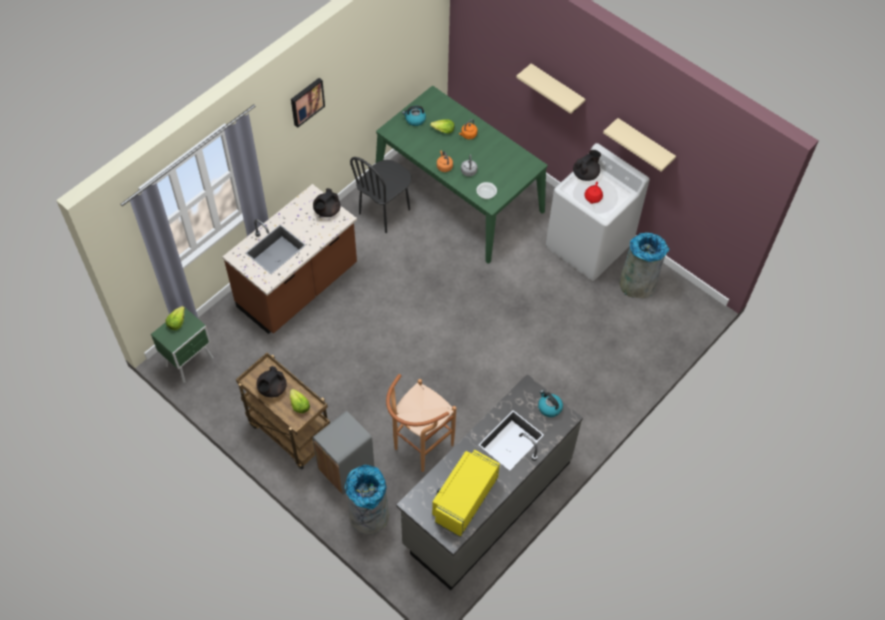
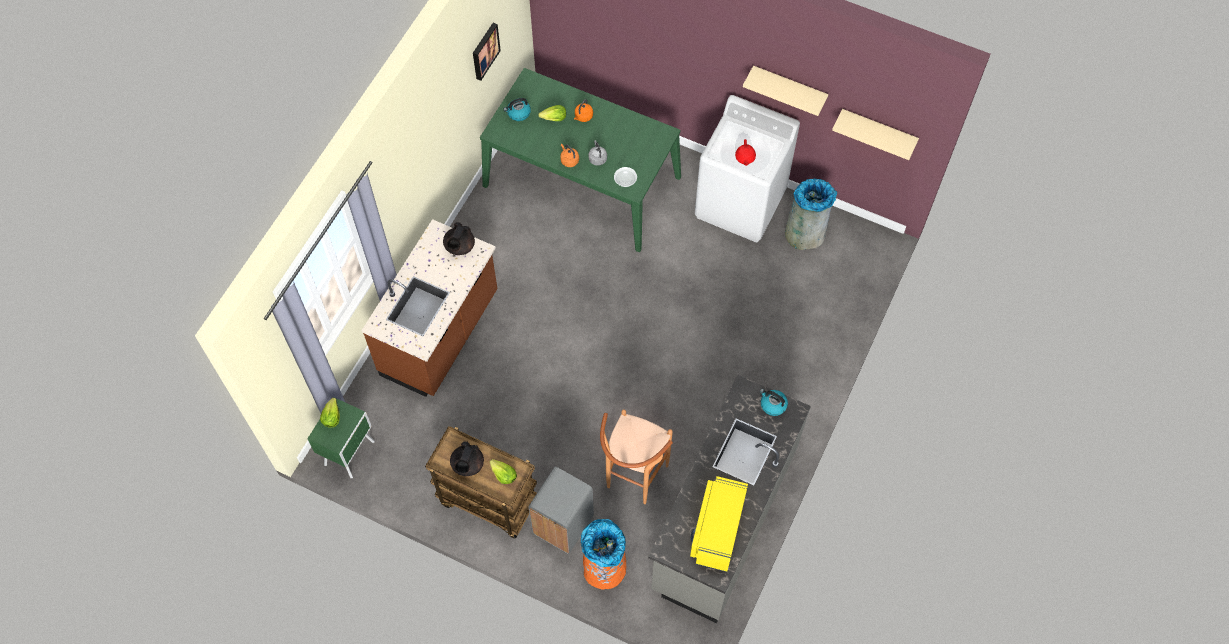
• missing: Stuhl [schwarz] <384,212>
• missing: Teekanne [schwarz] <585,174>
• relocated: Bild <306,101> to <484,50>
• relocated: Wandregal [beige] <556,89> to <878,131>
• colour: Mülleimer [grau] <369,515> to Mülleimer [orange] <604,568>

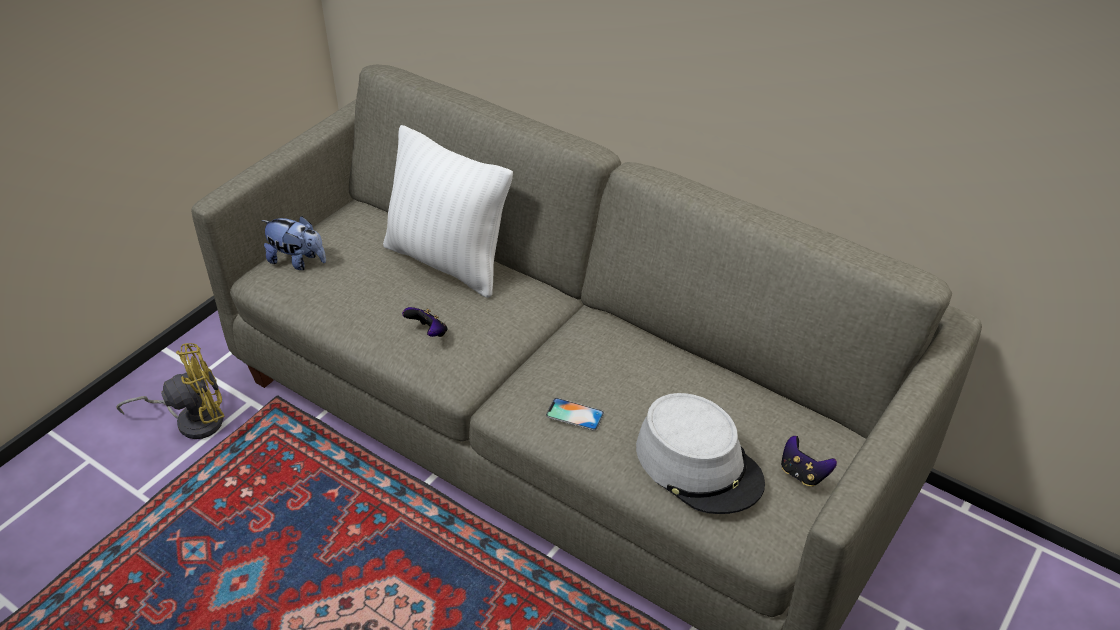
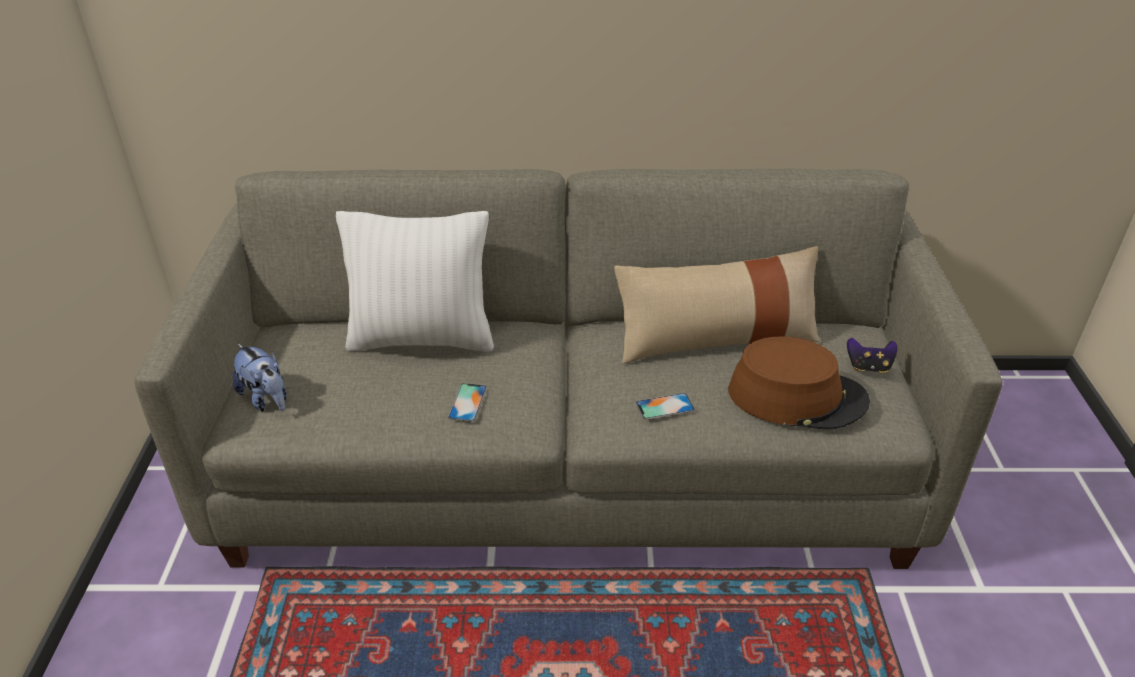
• missing: Ventilator [gelb] <192,420>
• appeared: Kissen [beige] <716,338>
• exchanged: Gamepad <428,333> to Handy <468,402>
• colour: Hut [grau] <699,465> to Hut [braun] <797,396>
• spun: Plüschtier <298,261> = <266,399> 60 degrees clockwise

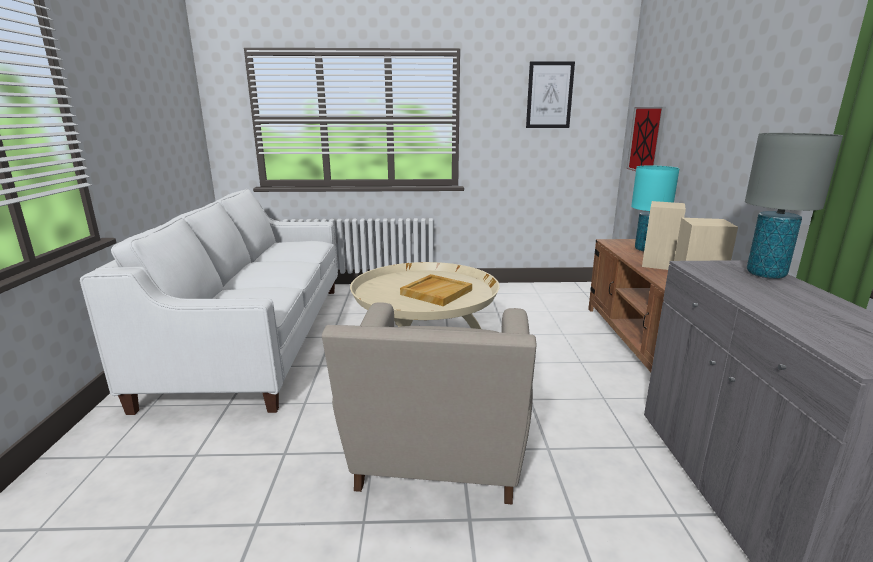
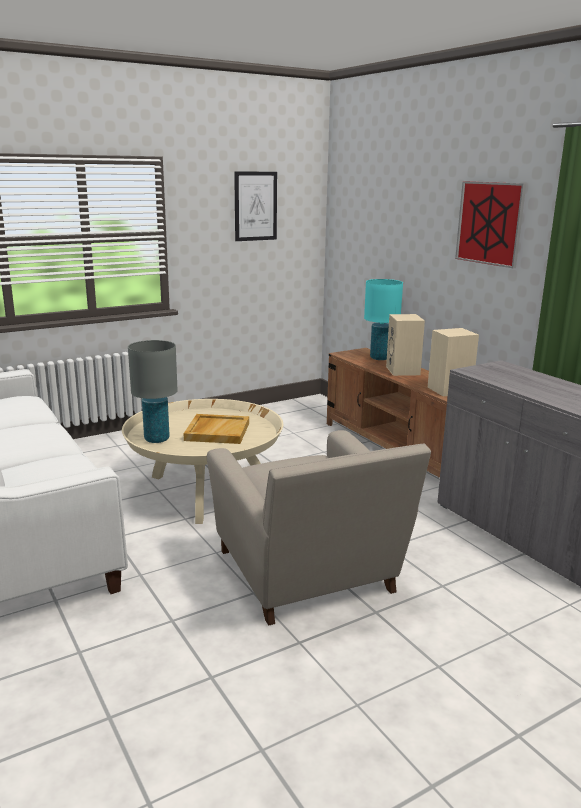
• relocated: Bild <646,140> to <490,223>
• relocated: Tischlampe [grau] <765,274> to <157,439>

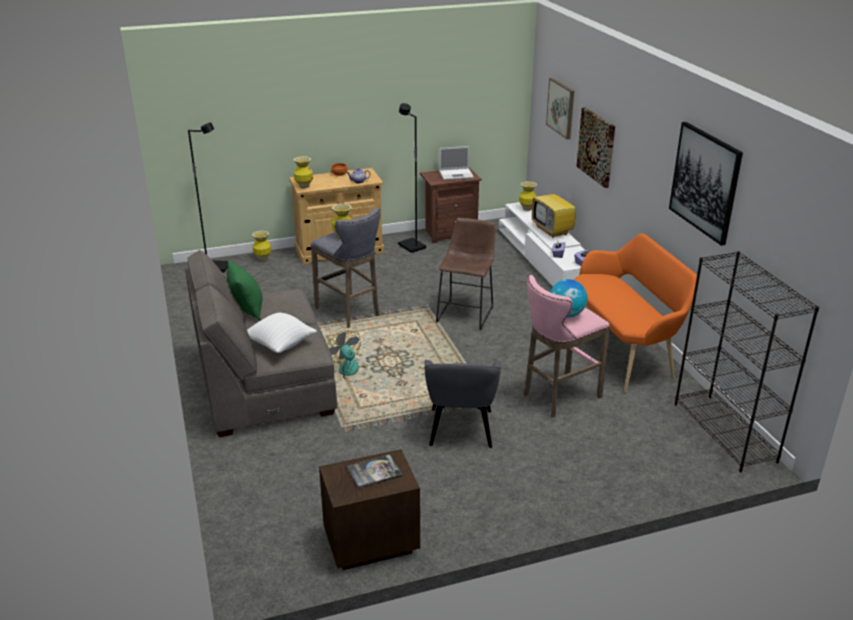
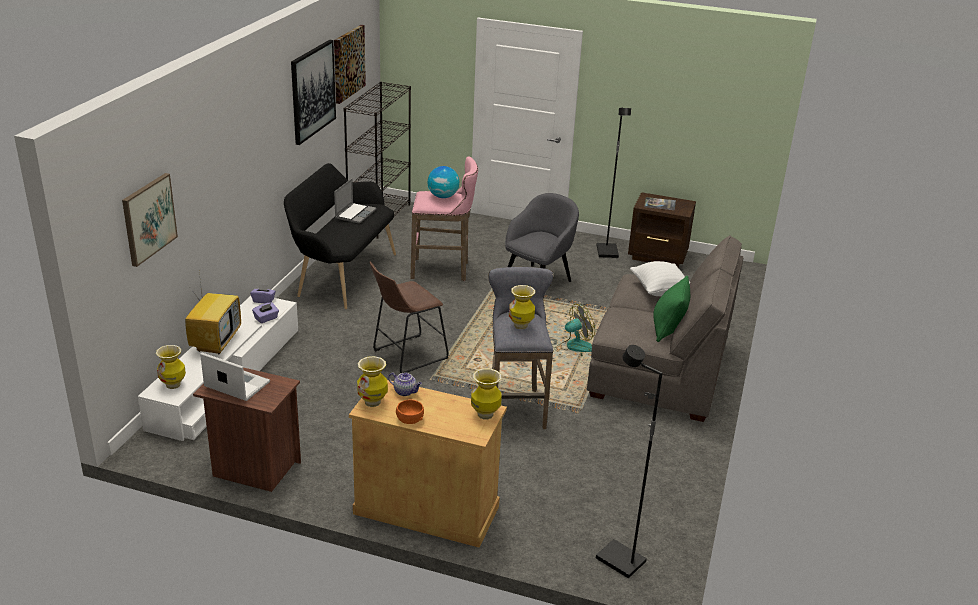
• appeared: Laptop <355,214>
• relocated: Vase <262,259> to <372,402>
• relocated: Stehlampe [schwarz] <411,246> to <608,252>
• relocated: Bild <596,147> to <348,63>
• colour: Bank [orange] <623,351> to Bank [schwarz] <342,275>
• spun: Ventilator <352,372> = <574,348> 120 degrees counterclockwise

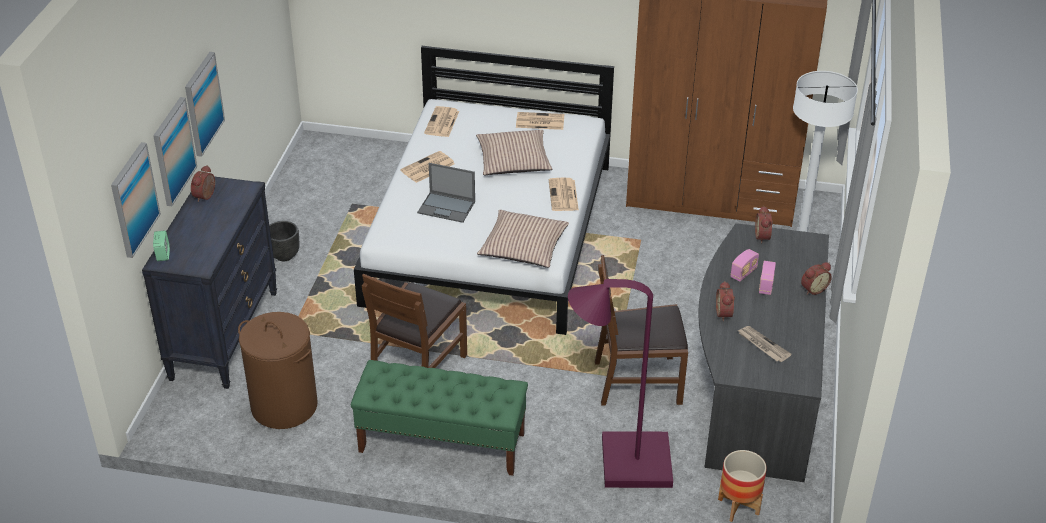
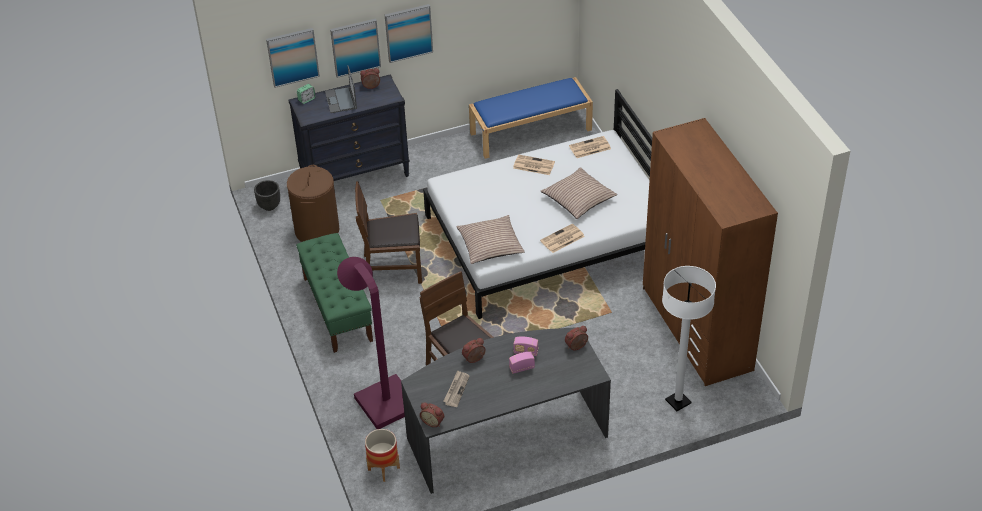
• missing: Zeitung <539,121>
• appeared: Bank [blau] <531,131>
• relocated: Pflanzkübel [schwarz] <284,255> to <269,206>
• relocated: Laptop <447,207> to <341,100>
• relocated: Wecker <813,289> to <433,421>

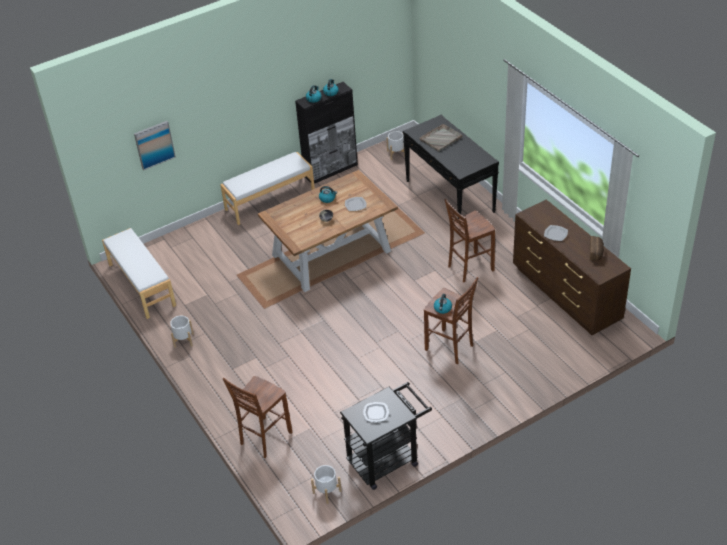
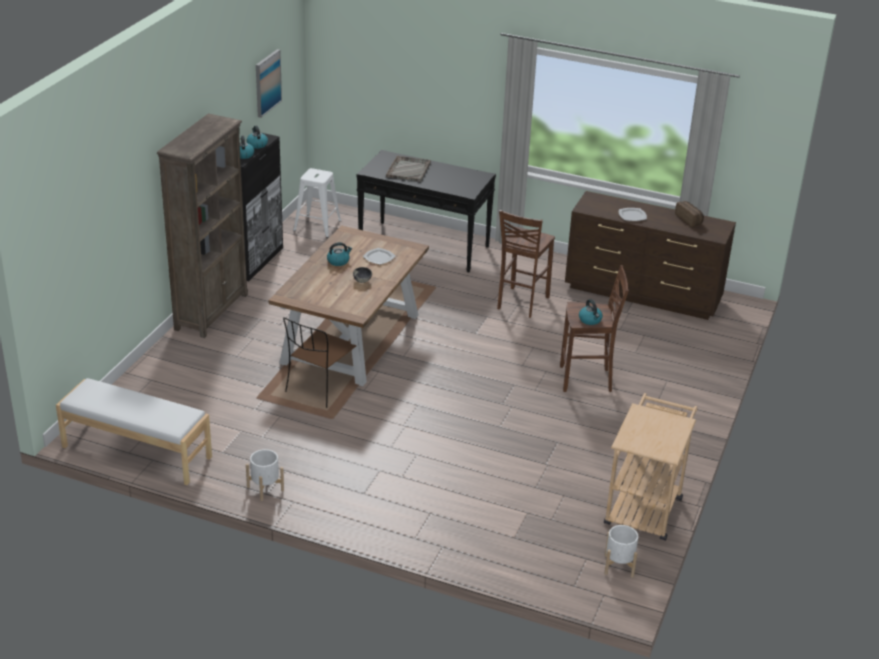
• missing: Hocker [braun] <264,438>
• missing: Teller <376,413>
• appeared: Stuhl [braun] <320,387>
• relocated: Bild <154,145> to <267,83>
• exchanged: Bank [weiß] <269,200> to Bücherregal [braun] <212,311>
• exchanged: Pflanzkübel [weiß] <396,154> to Hocker [weiß] <317,225>
• colour: Rollwagen [schwarz] <388,459> to Rollwagen [beige] <645,506>

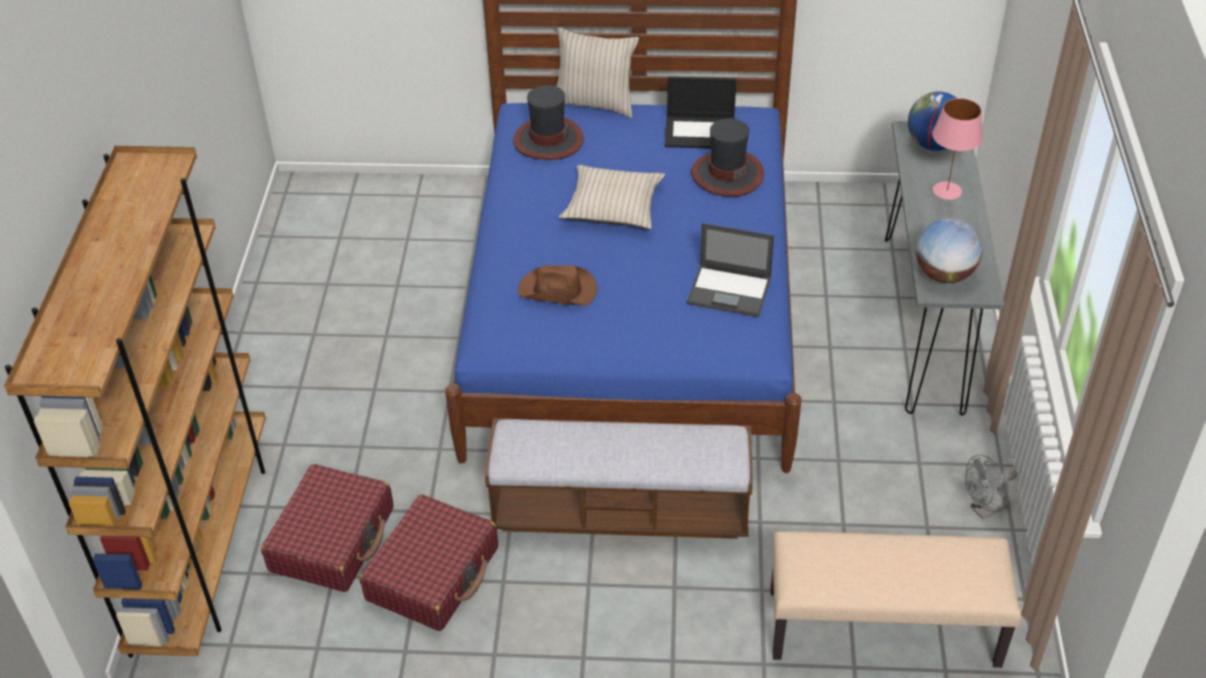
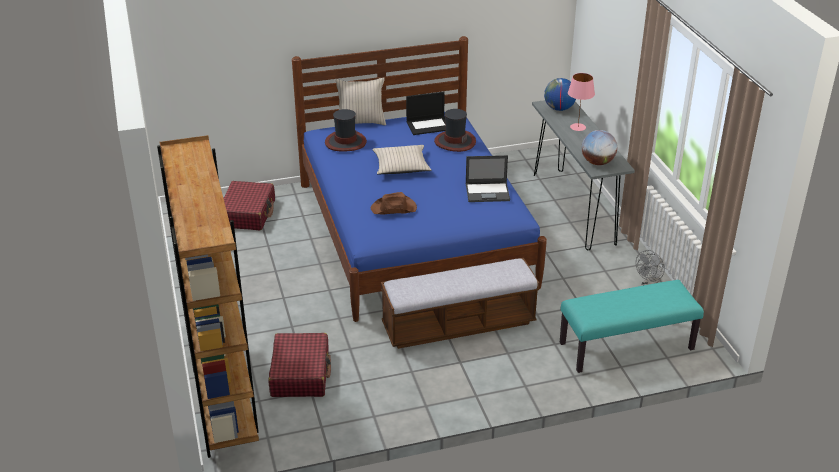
• relocated: Koffer [rot] <433,574> to <247,214>
• colour: Bank [beige] <882,629> to Bank [türkis] <626,347>

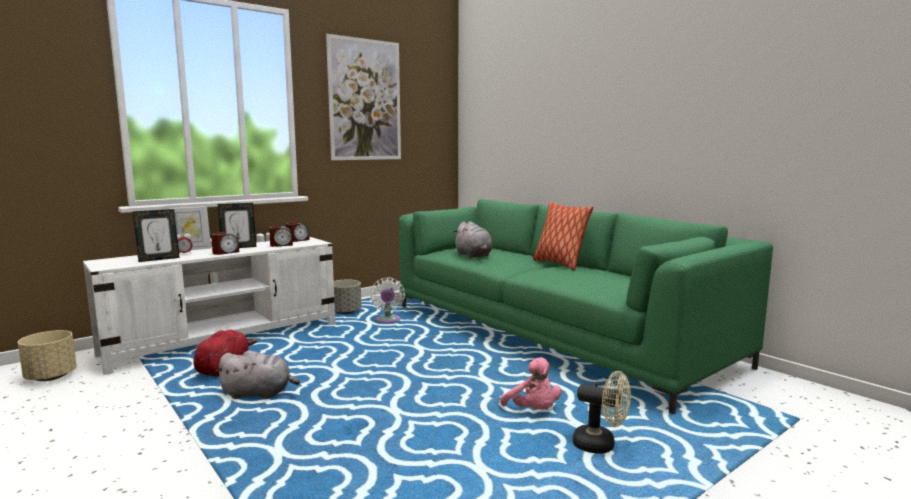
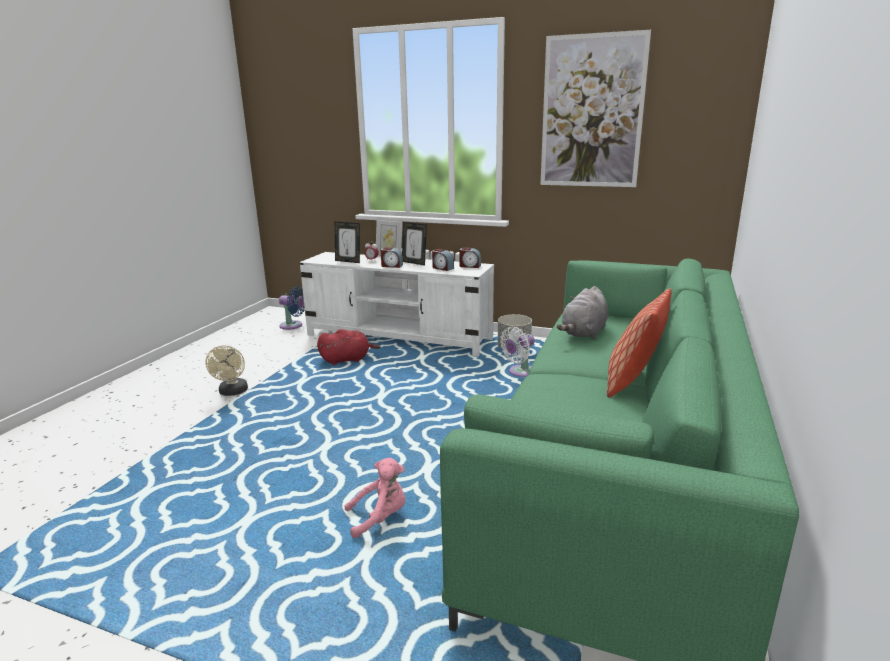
• missing: Plüschtier [grau] <259,394>
• relocated: Ventilator [beige] <601,445> to <232,392>
• exchanged: Pflanzkübel [beige] <50,377> to Ventilator [blau] <293,326>
• spun: Plüschtier [rosa] <533,411> = <380,518> 135 degrees counterclockwise

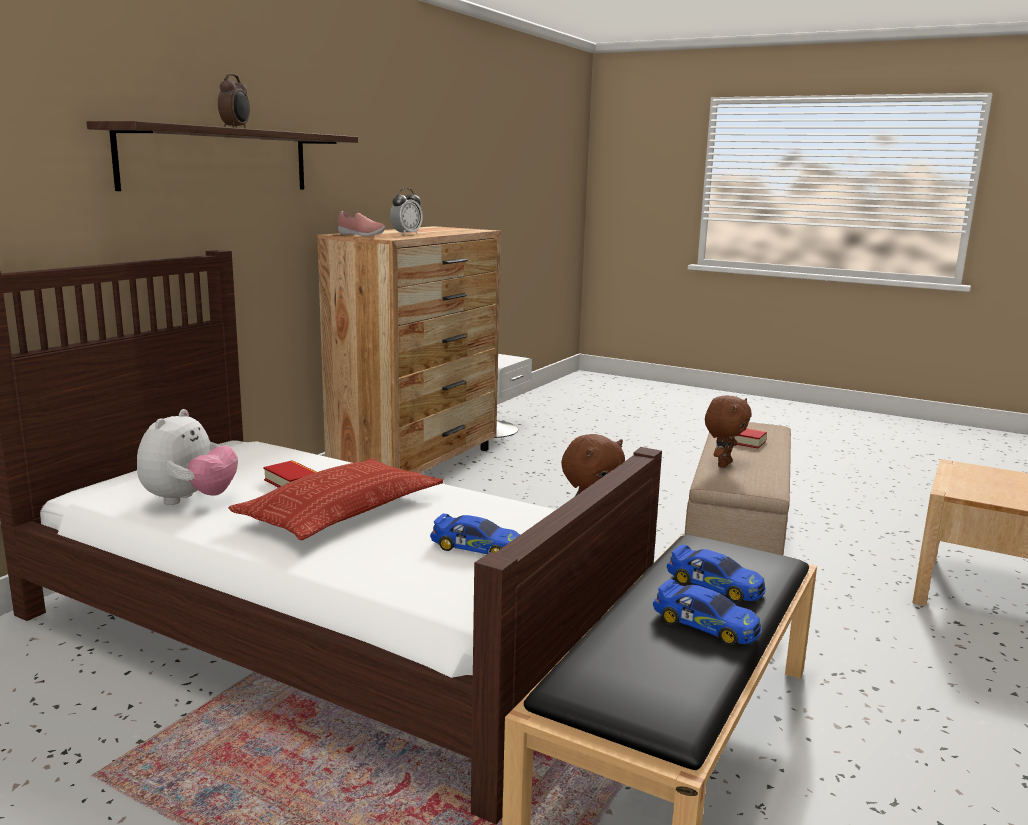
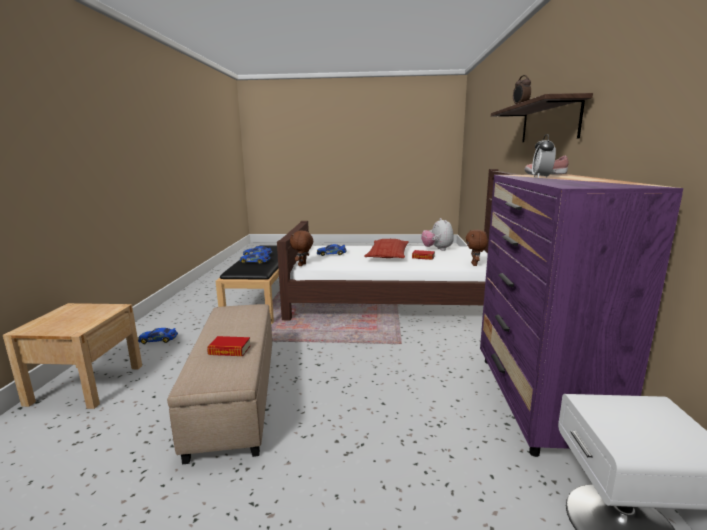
• appeared: Spielzeugauto <158,339>
• relocated: Plüschtier [braun] <723,464> to <475,264>
• colour: Kommode [braun] <417,464> to Kommode [lila] <537,401>

